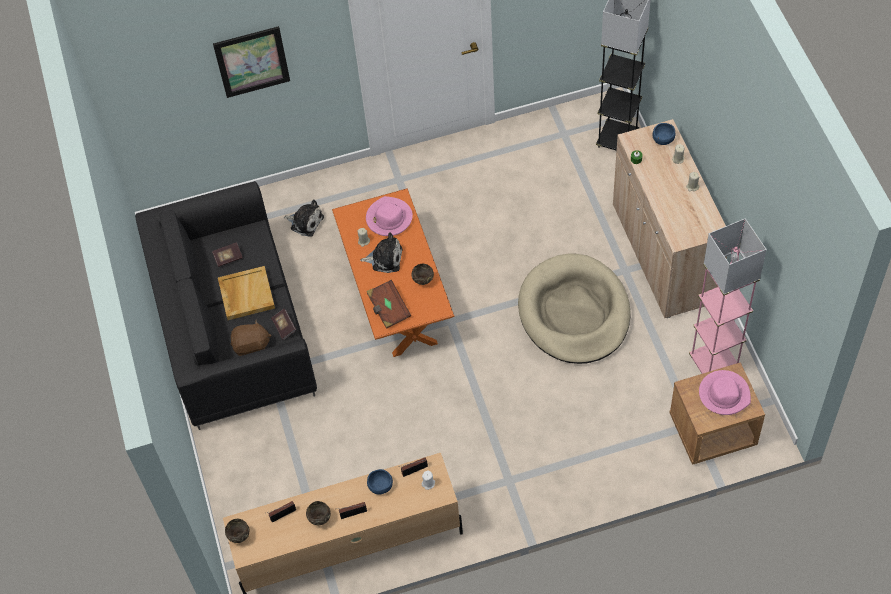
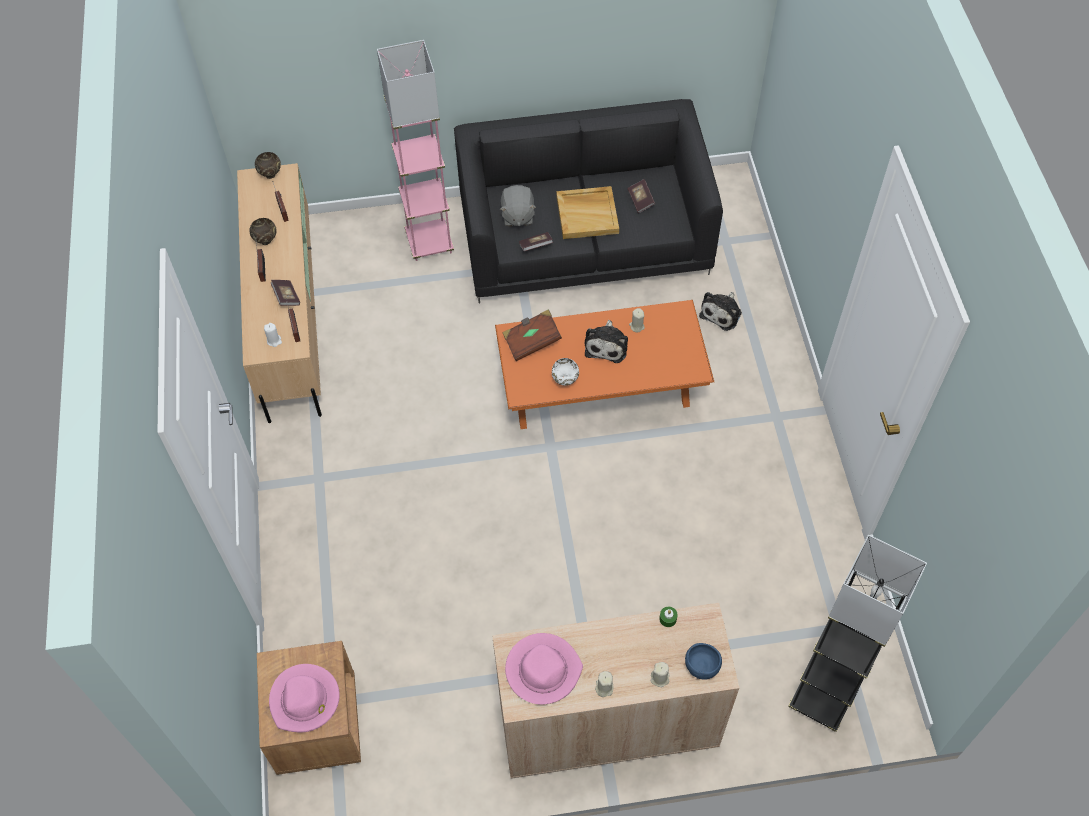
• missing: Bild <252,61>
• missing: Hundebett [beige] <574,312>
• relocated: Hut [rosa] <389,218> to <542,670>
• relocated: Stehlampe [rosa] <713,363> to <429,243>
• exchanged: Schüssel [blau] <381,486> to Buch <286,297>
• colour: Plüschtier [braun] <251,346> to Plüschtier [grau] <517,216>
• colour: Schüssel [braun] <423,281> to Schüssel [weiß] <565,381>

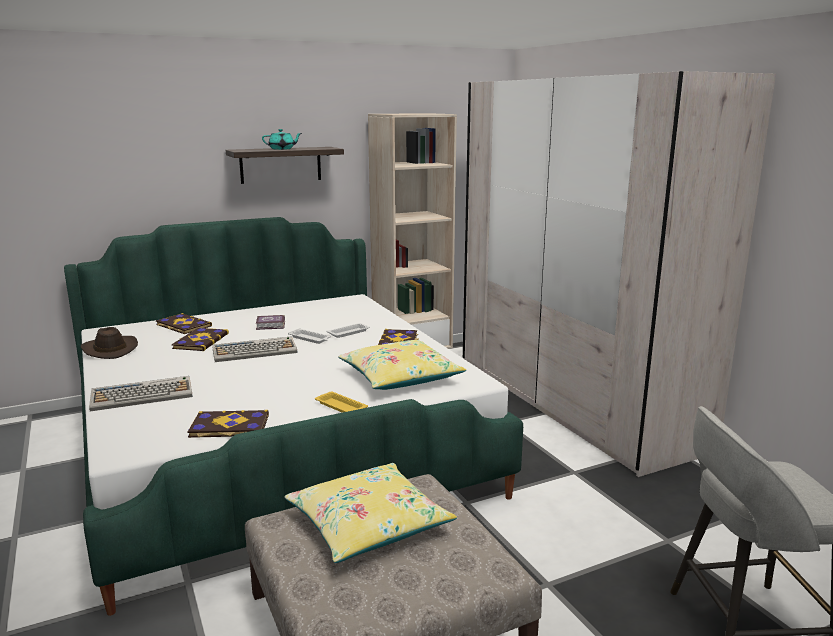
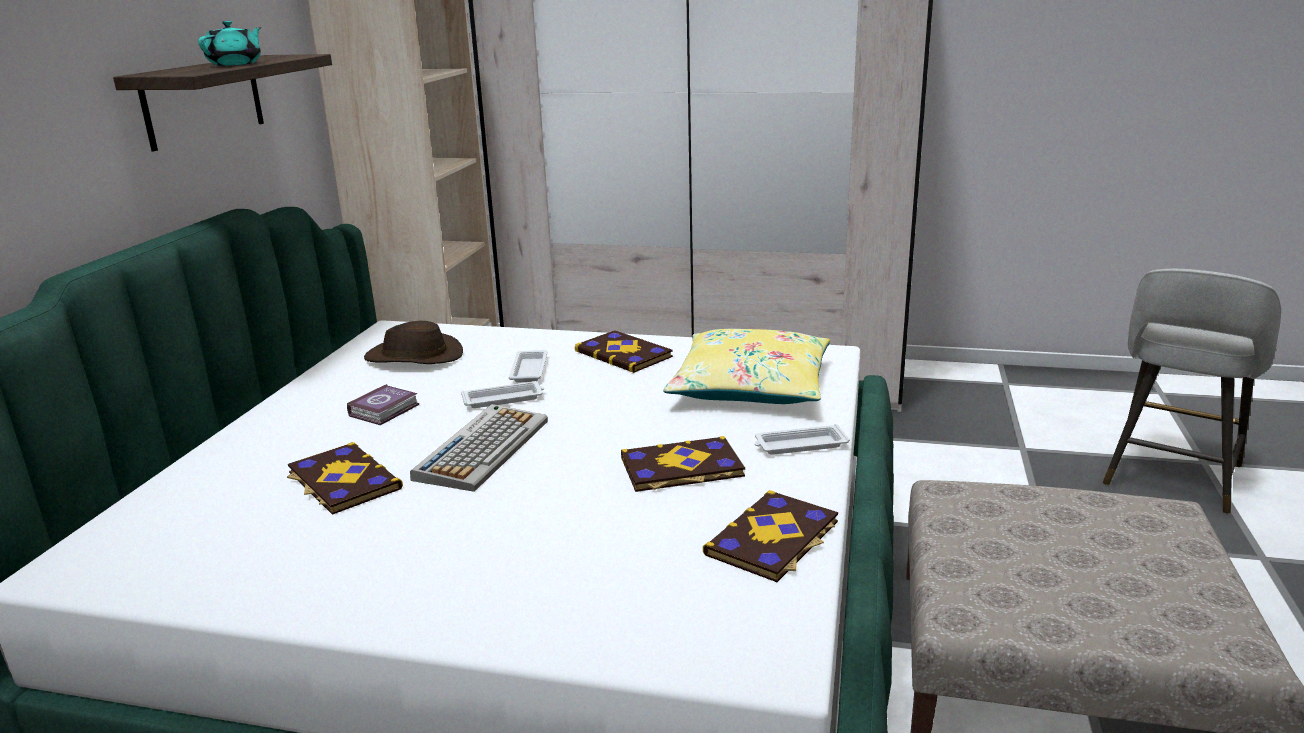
• missing: Tastatur <143,395>
• missing: Kissen [gelb] <368,524>
• relocated: Hut [braun] <109,349> to <414,357>
• relocated: Buch <183,325> to <682,468>
• colour: Tablett [gelb] <340,406> to Tablett [weiß] <799,445>

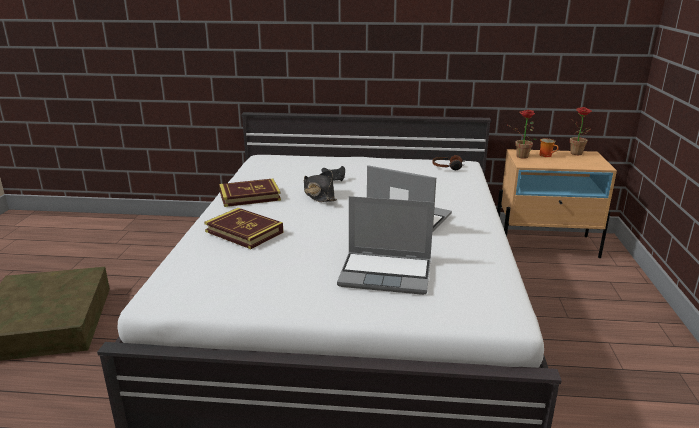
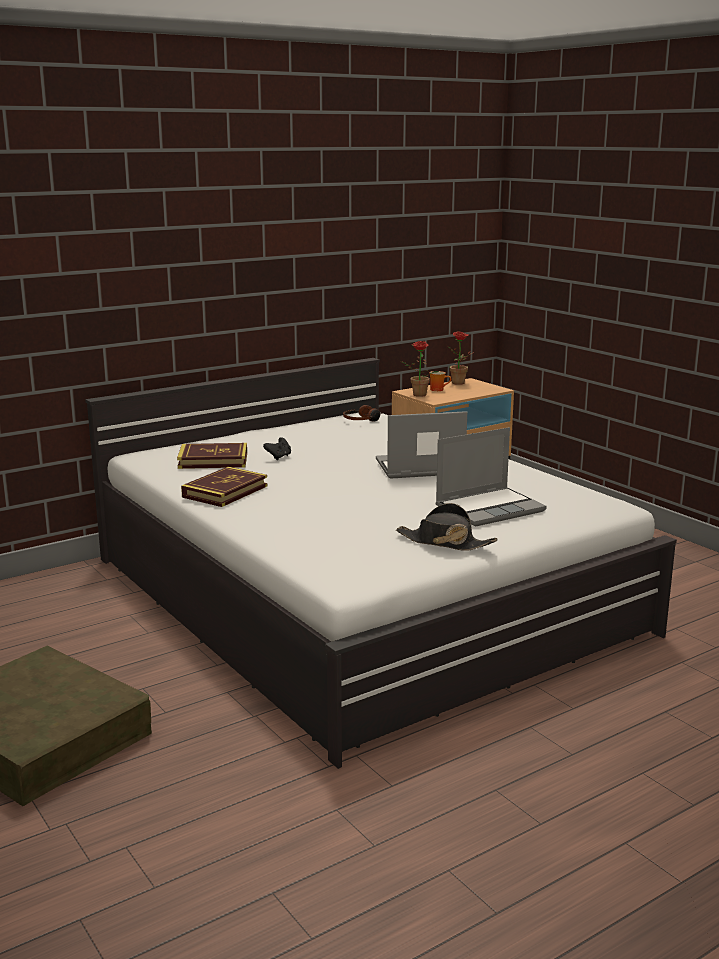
• relocated: Buch <244,232> to <213,460>
• relocated: Hut [schwarz] <319,194> to <444,542>

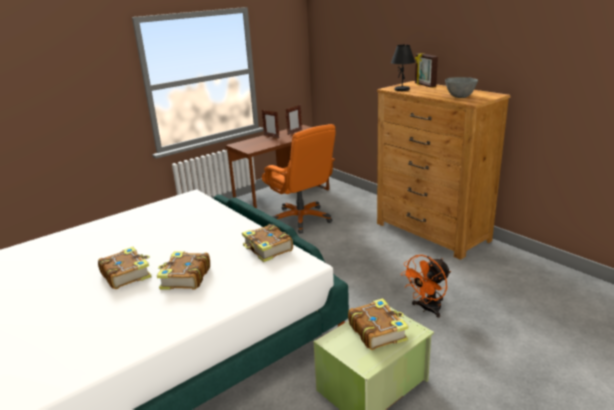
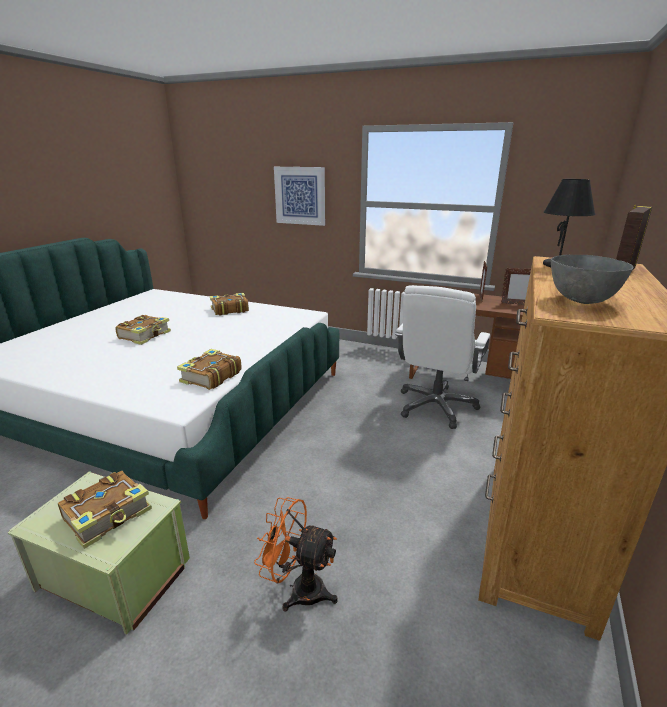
• appeared: Bild <300,196>
• relocated: Buch <185,278> to <229,310>
• colour: Bürostuhl [orange] <301,219> to Bürostuhl [weiß] <436,406>

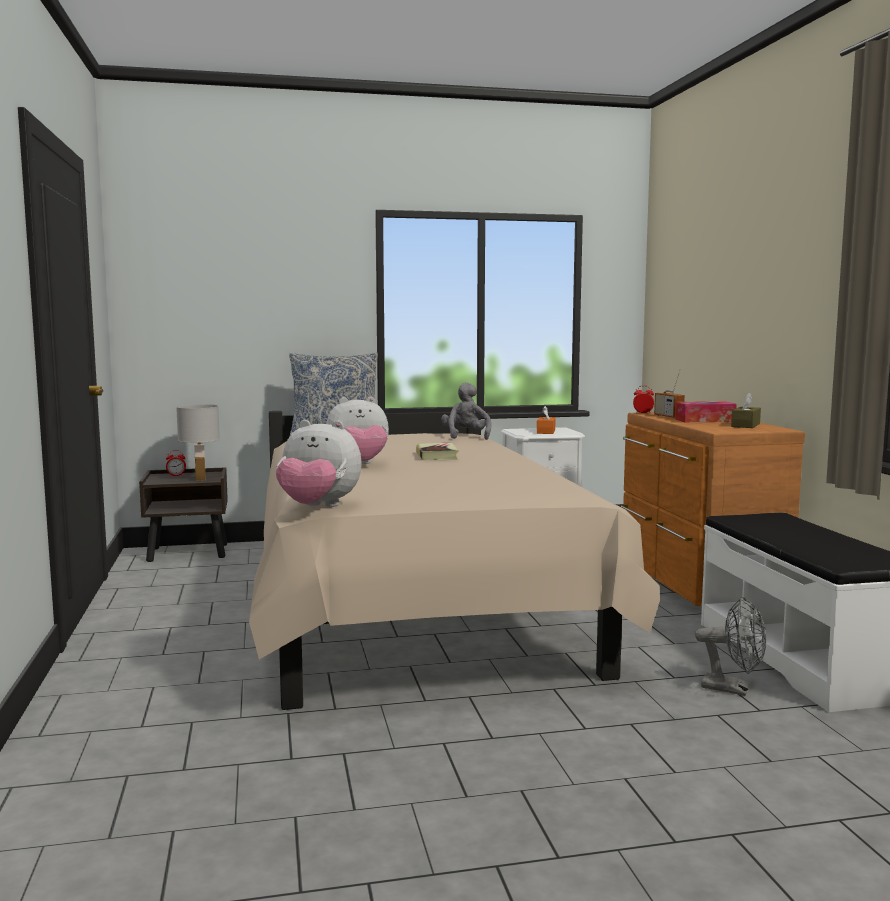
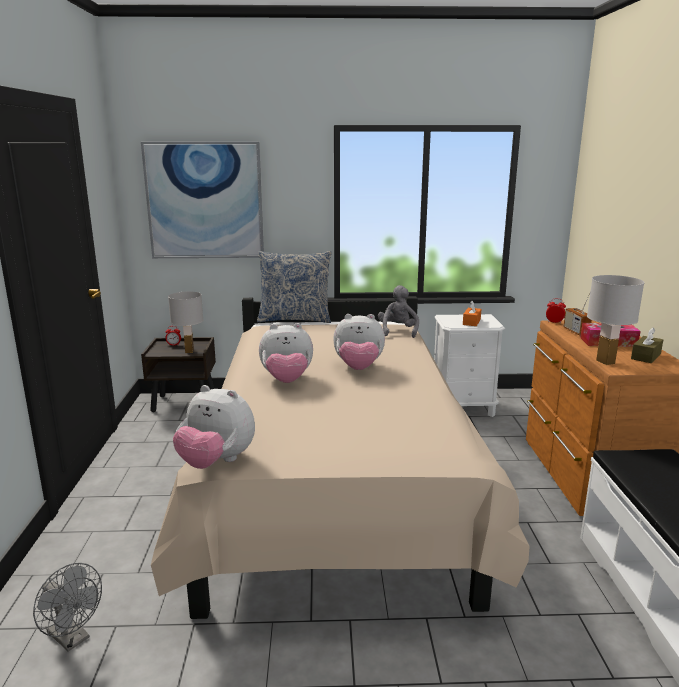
• appeared: Bild <205,201>
• appeared: Tischlampe [weiß] <604,362>
• relocated: Ventilator [grau] <733,689> to <73,638>
• exchanged: Buch <437,456> to Plüschtier <358,368>

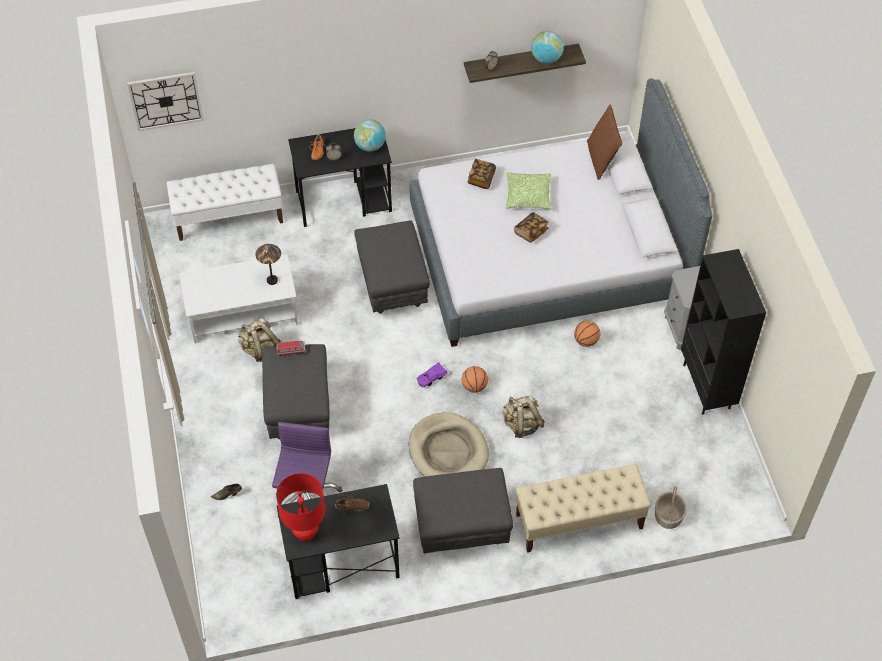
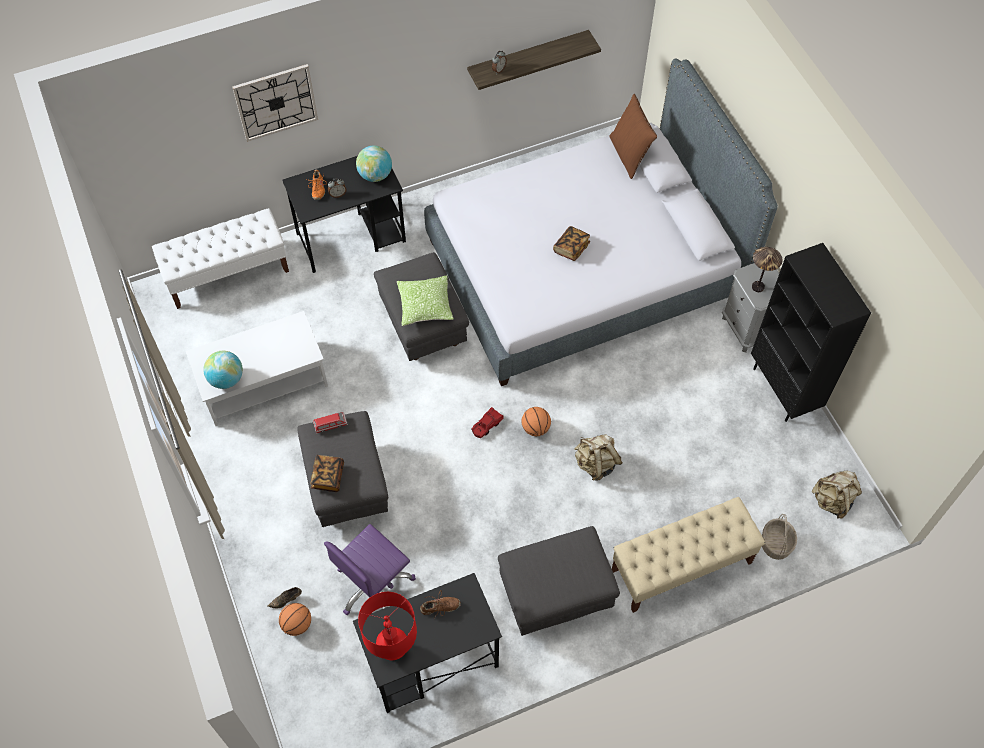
• missing: Hundebett [beige] <448,451>
• relocated: Wanduhr <165,100> to <276,102>
• relocated: Rucksack [beige] <260,349> to <832,501>
• relocated: Tischlampe <272,280> to <757,287>
• relocated: Buch <481,178> to <328,477>
• relocated: Kissen <528,196> to <425,305>
• relocated: Globus <546,58> to <226,379>
• relocated: Basketball <586,341> to <297,624>
• colour: Spielzeugauto [lila] <431,377> to Spielzeugauto [rot] <486,425>
• spun: Bürostuhl [lila] <305,495> = <374,586> 135 degrees counterclockwise

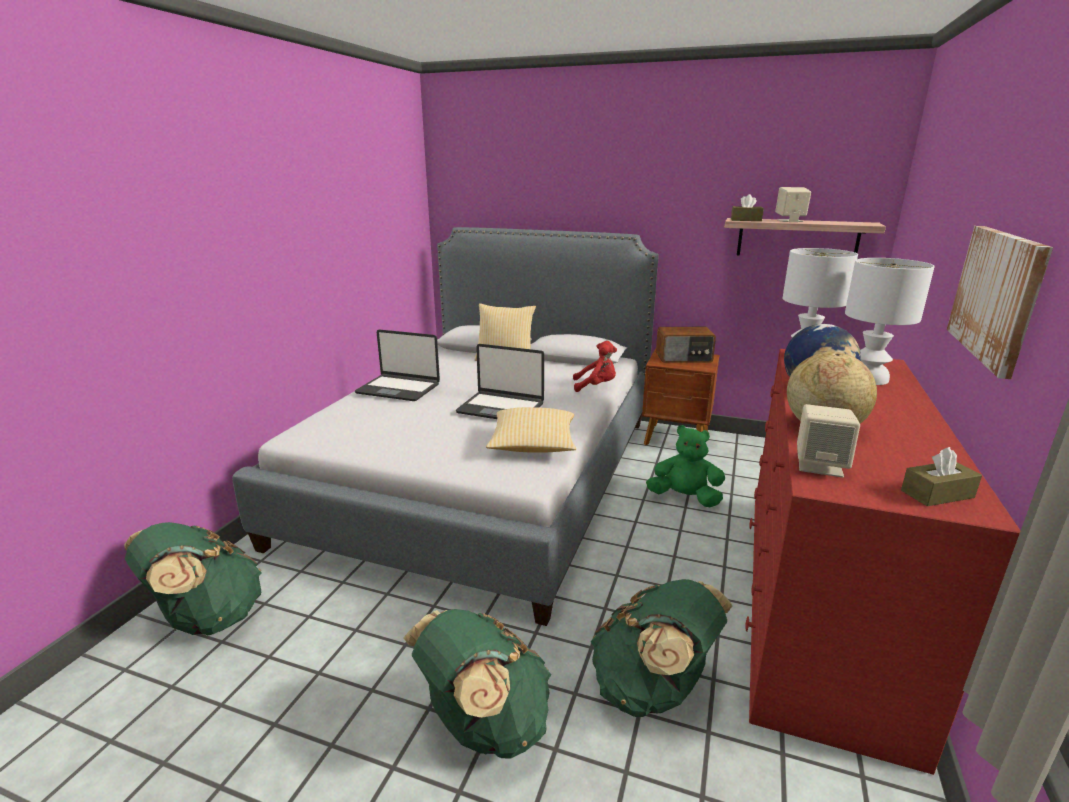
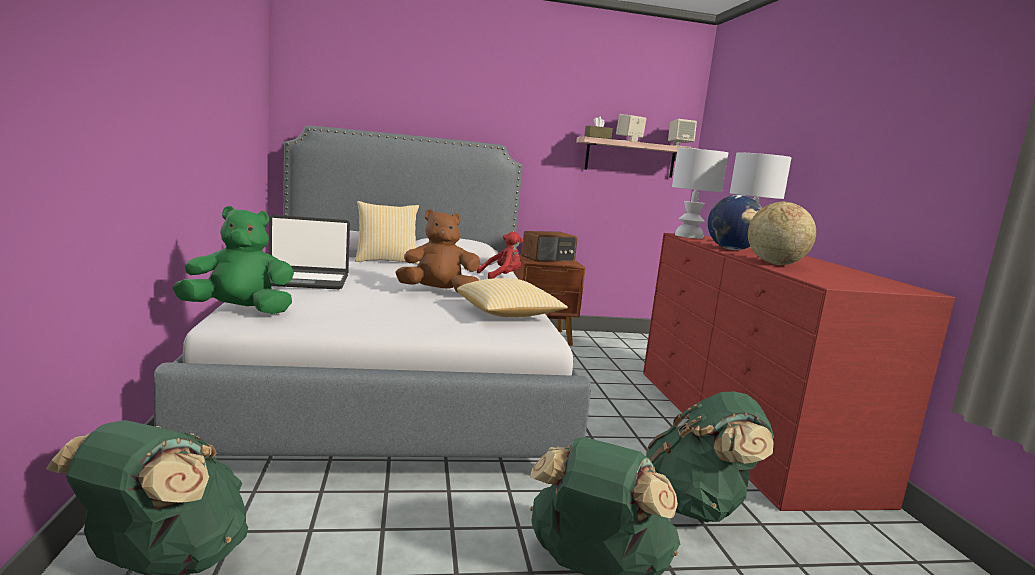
• missing: Taschentuchbox [braun] <937,494>
• missing: Bild <997,295>
• relocated: Plüschtier [grün] <685,498> to <239,311>
• relocated: Lautsprecher [beige] <820,466> to <679,146>
• exchanged: Laptop <501,408> to Plüschtier [braun] <438,292>

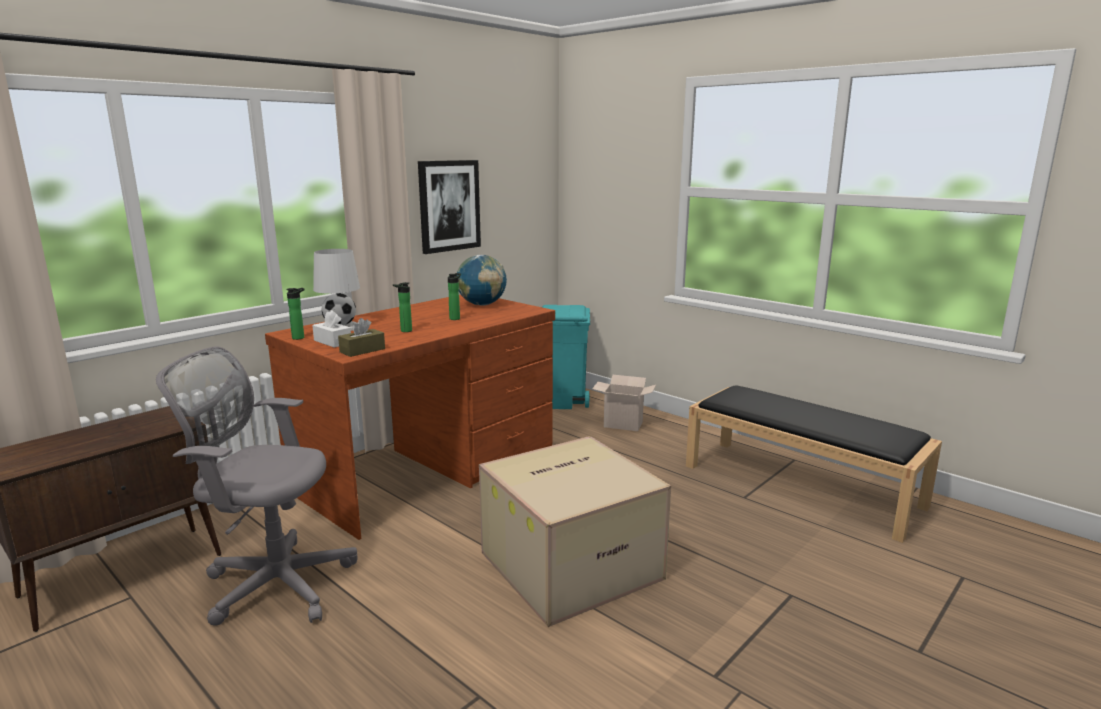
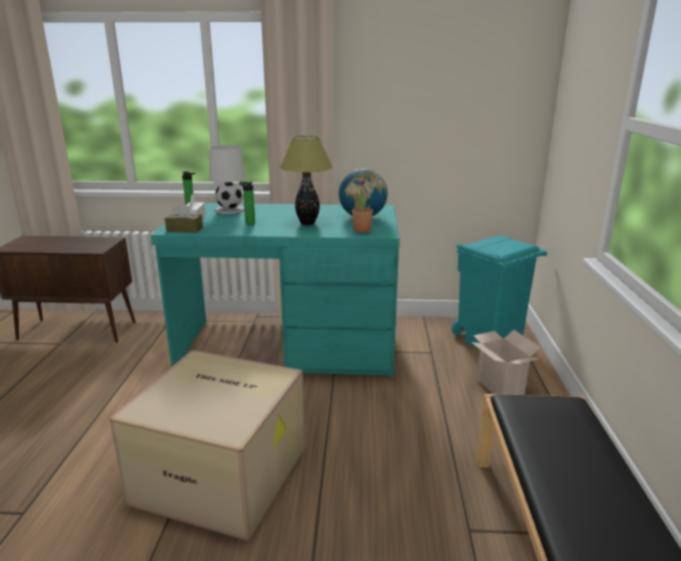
• missing: Bürostuhl [grau] <274,583>
• missing: Bild <449,206>
• appeared: Topfpflanze <362,230>
• exchanged: Flasche <455,318> to Tischlampe <308,223>
• colour: Schreibtisch [braun] <429,470> to Schreibtisch [türkis] <289,347>

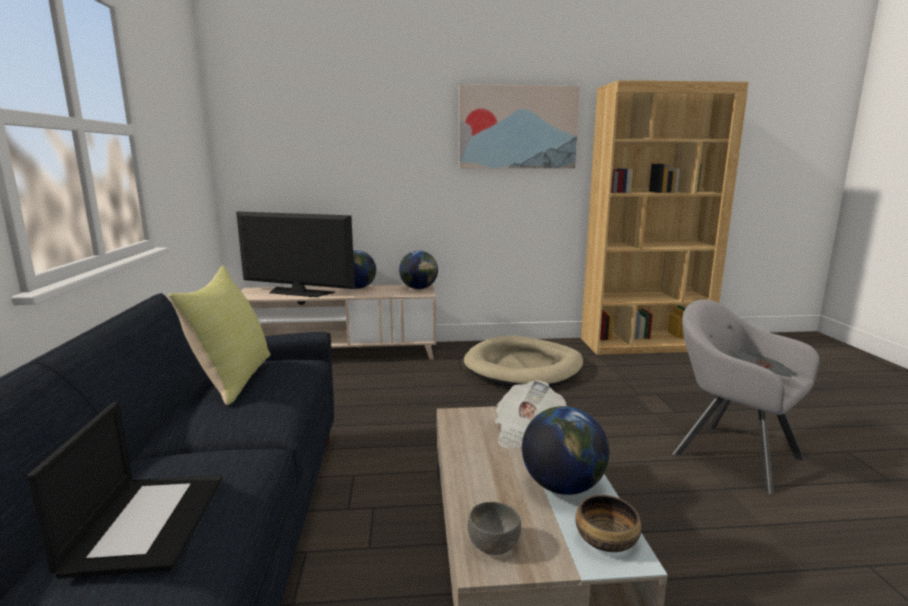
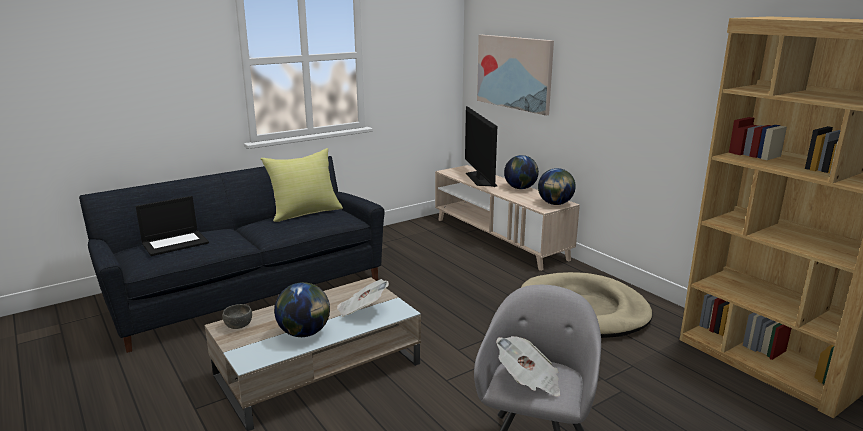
• missing: Schüssel <606,539>
• relocated: Bild <517,127> to <514,72>

